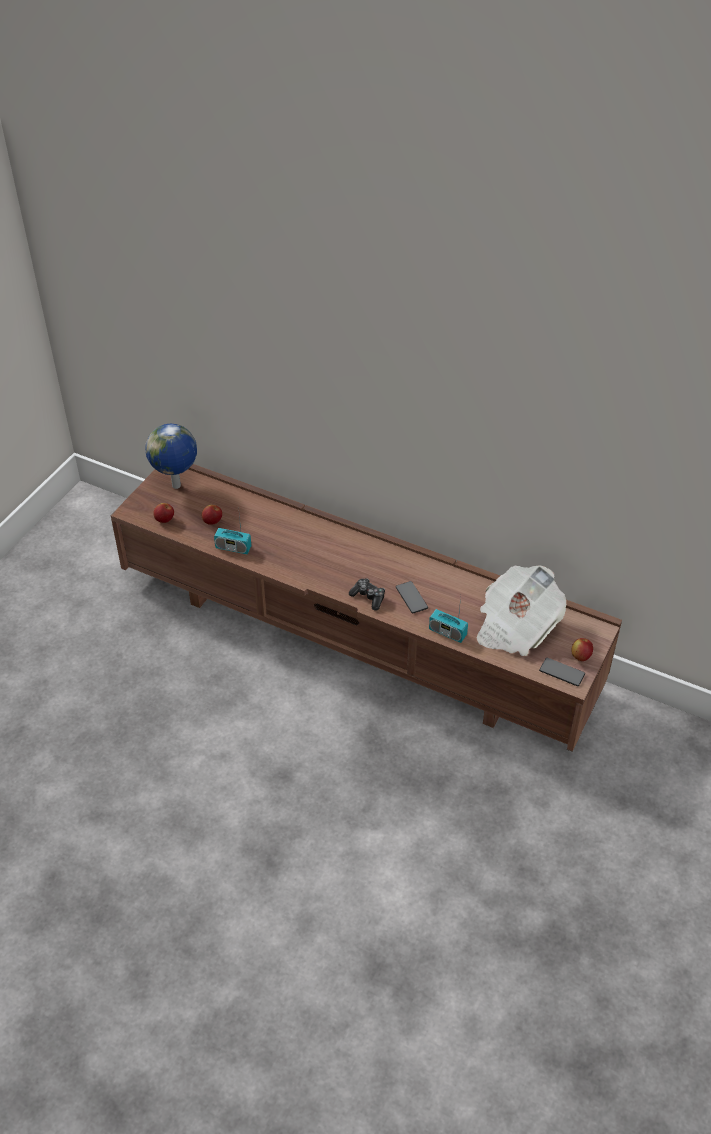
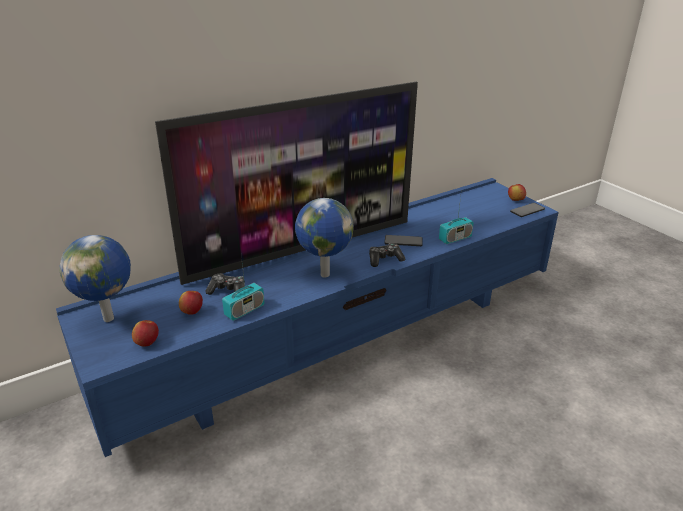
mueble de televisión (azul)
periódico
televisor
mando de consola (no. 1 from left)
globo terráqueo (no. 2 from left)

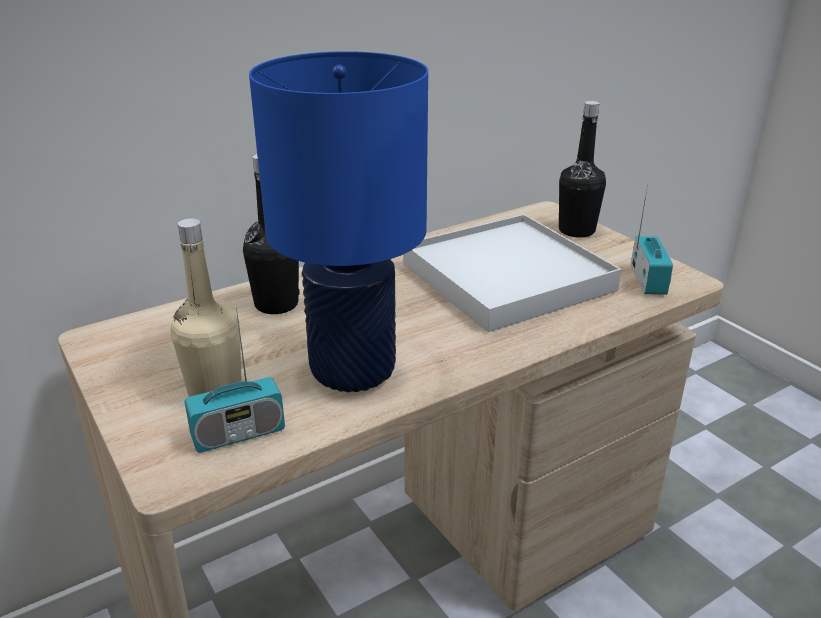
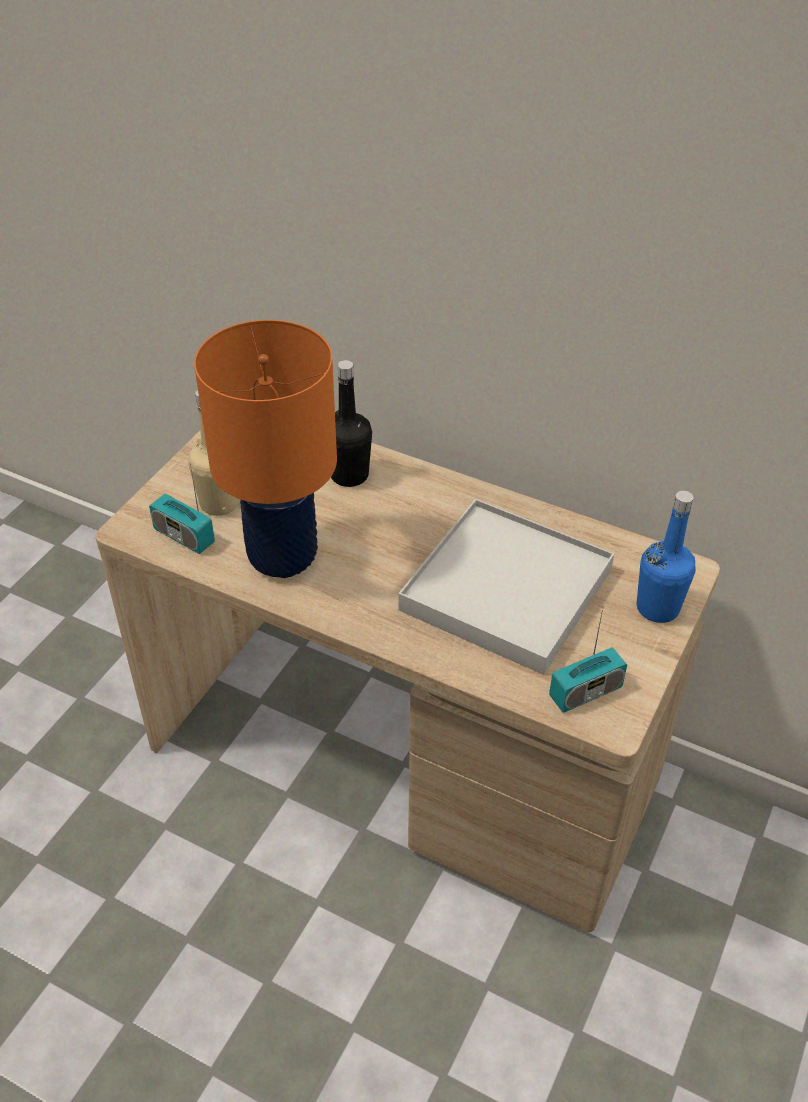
lámpara de mesa (naranja)
botella (azul)

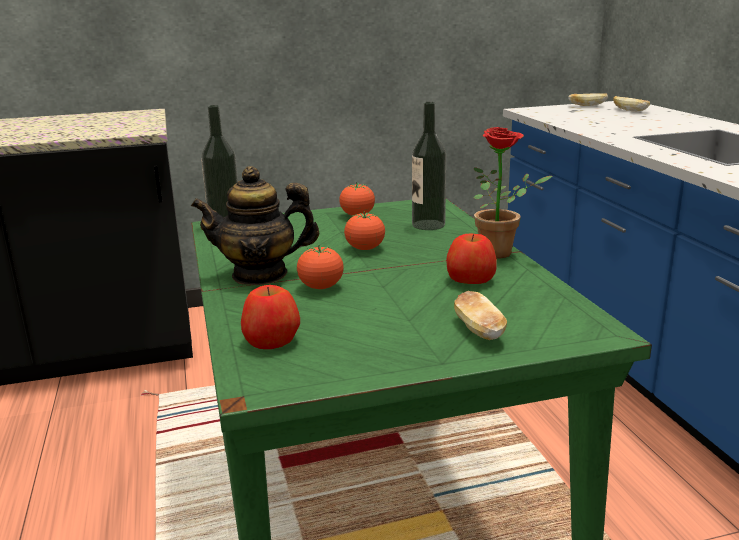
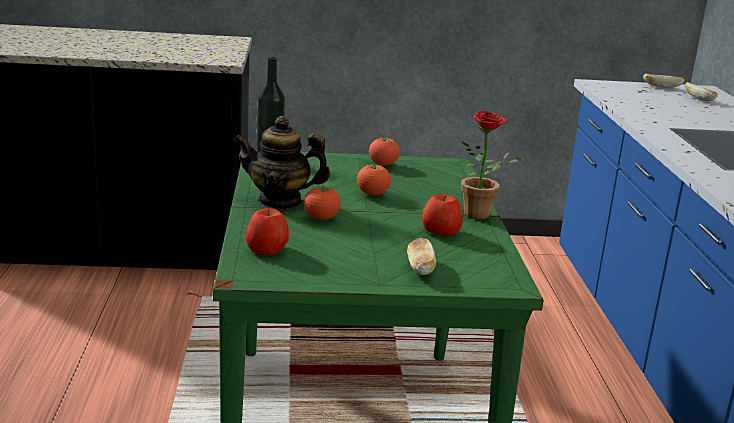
botella (no. 2 from left in the first image)

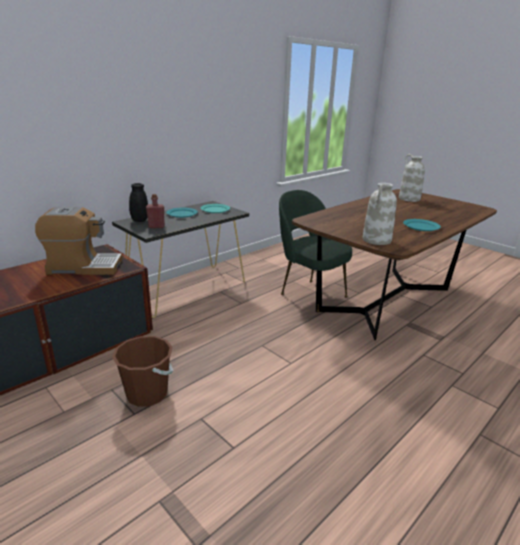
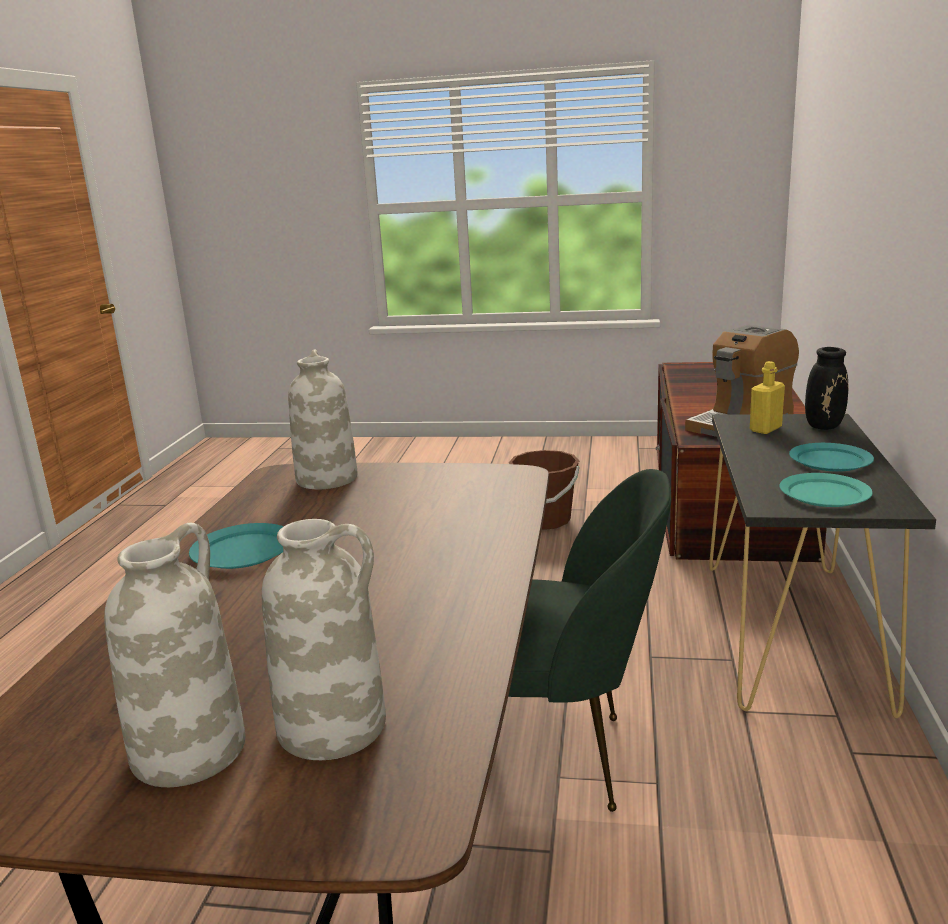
botella (amarillo)
florero (blanco) (no. 1 from left)

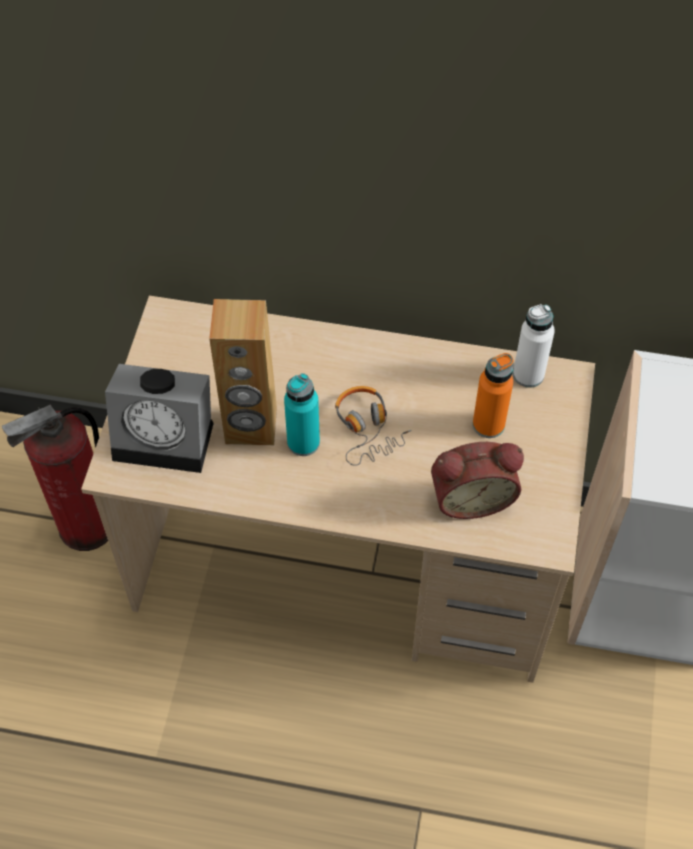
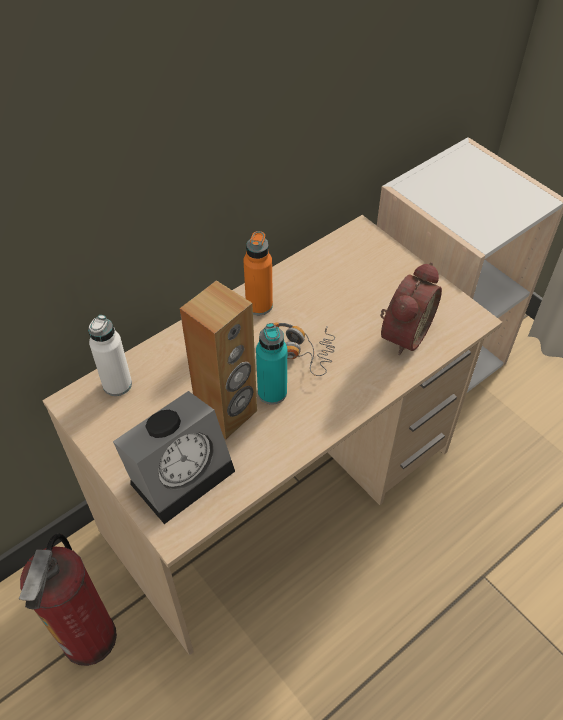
botella (naranja)
botella (blanco)

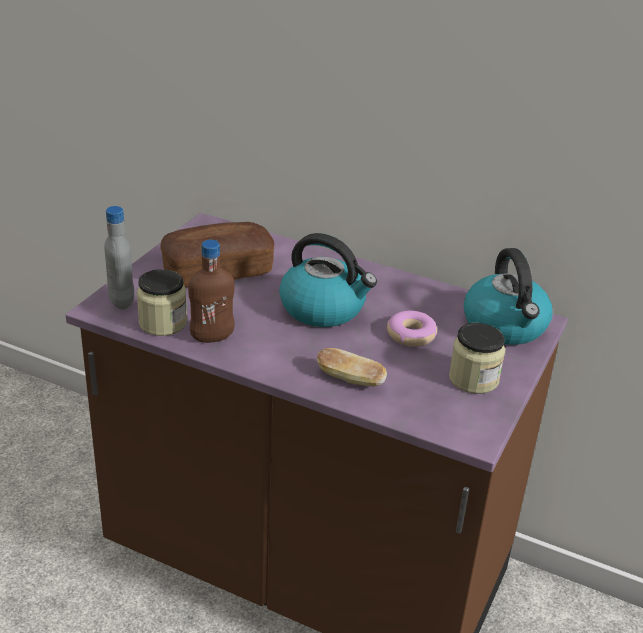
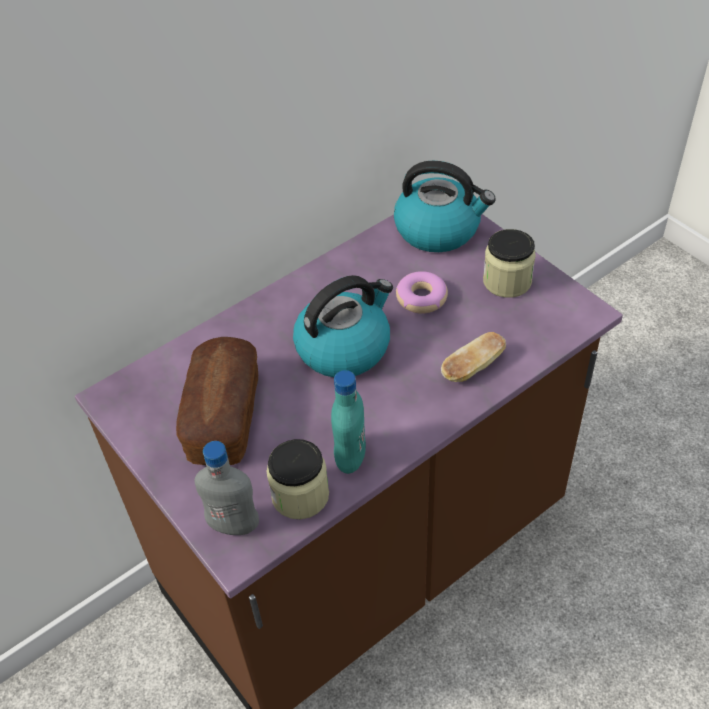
botella (turquesa)

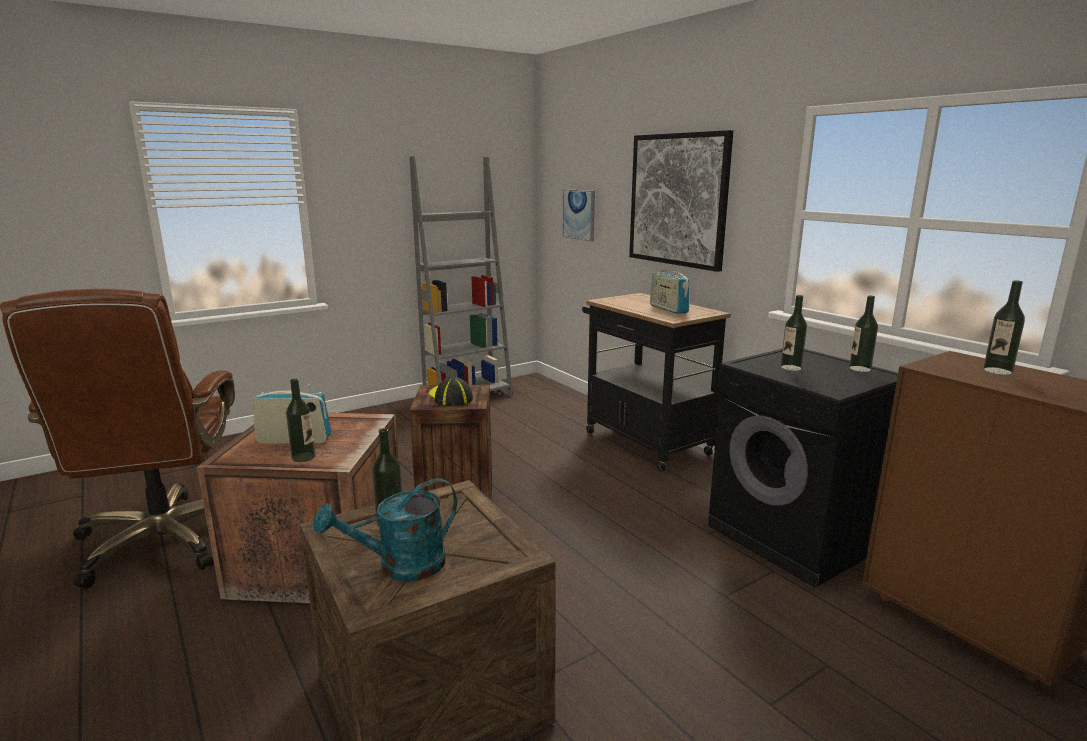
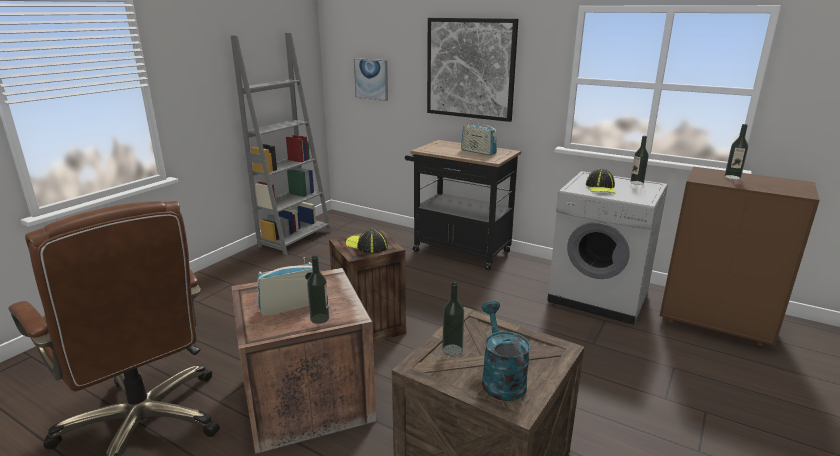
regadera (turquesa)
lavadora (blanco)
gorra (no. 2 from left)

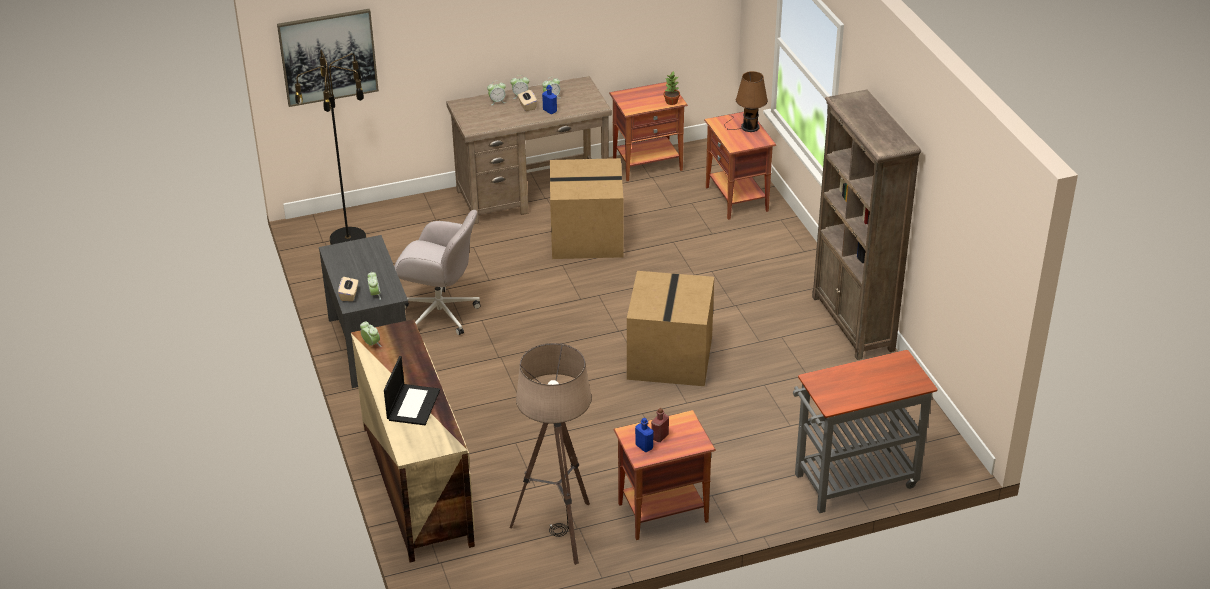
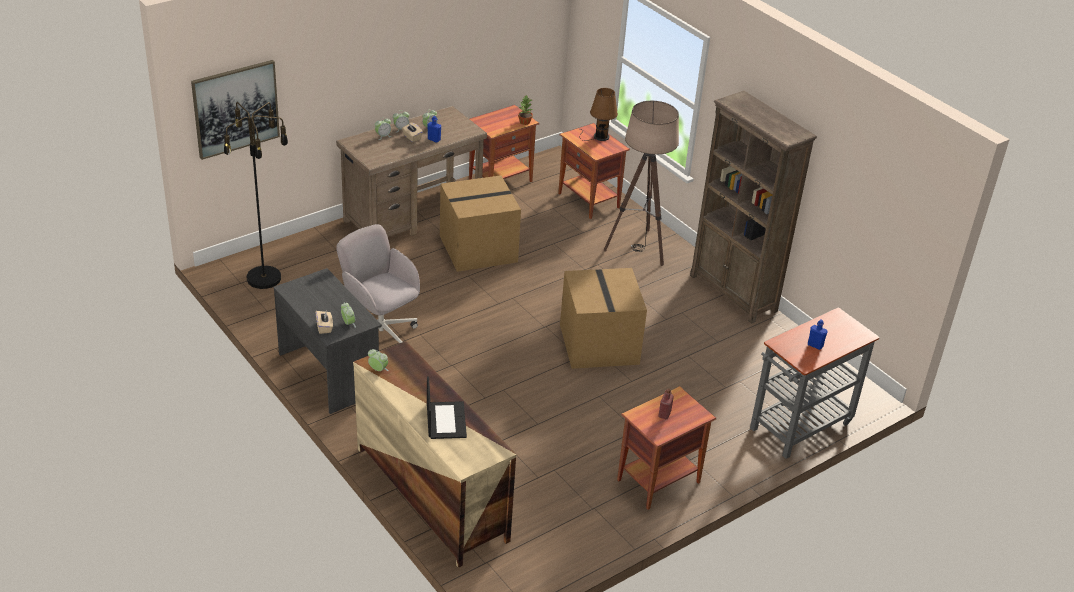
silla de oficina (gris)
lámpara de pie (no. 2 from left)
botella (azul) (no. 2 from left)

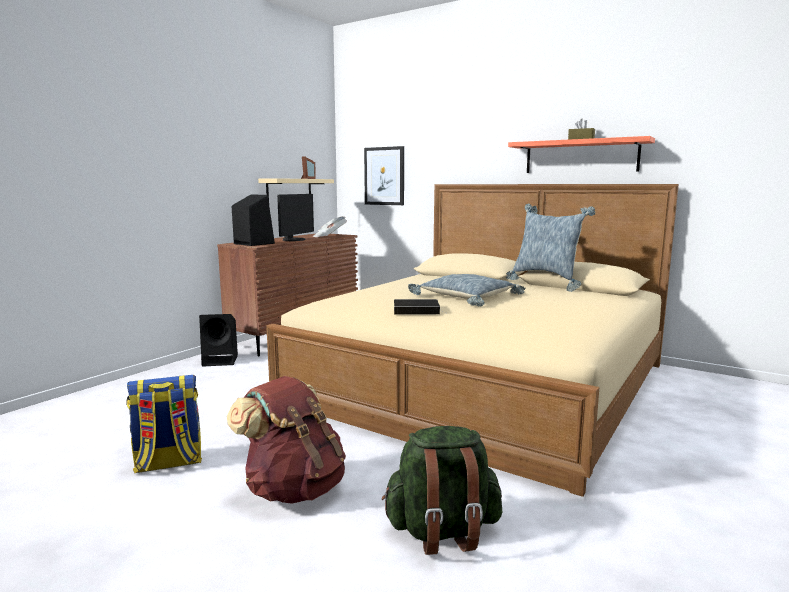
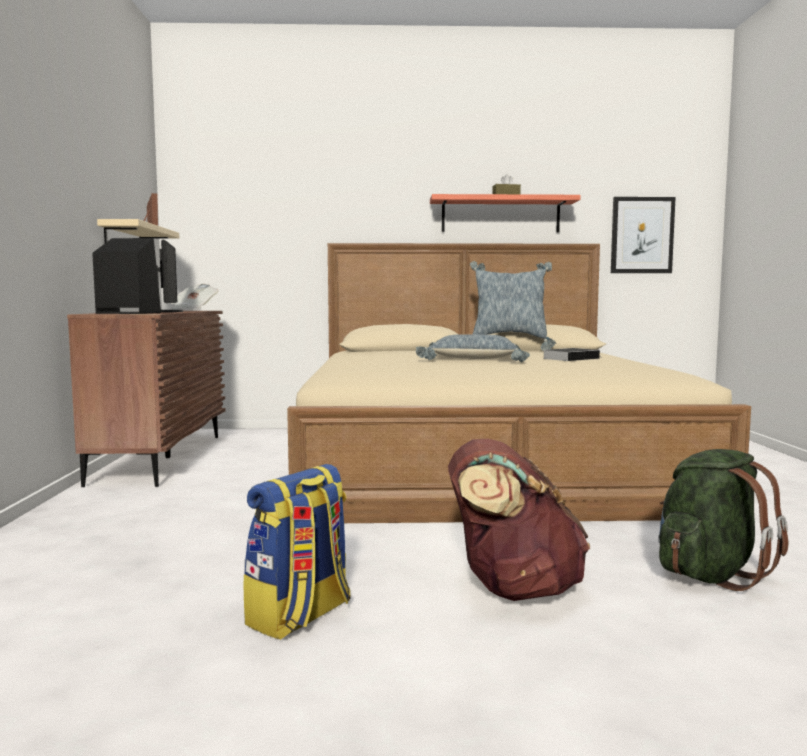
altavoz (negro) (no. 1 from left in the first image)
cuadro
libro

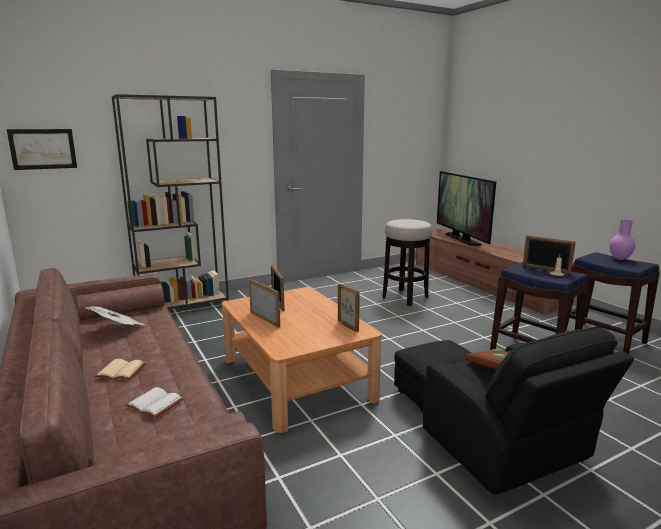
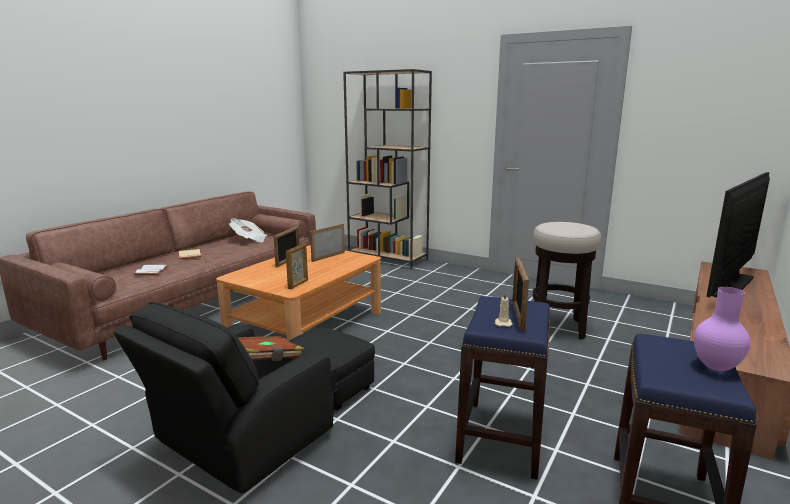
cuadro

